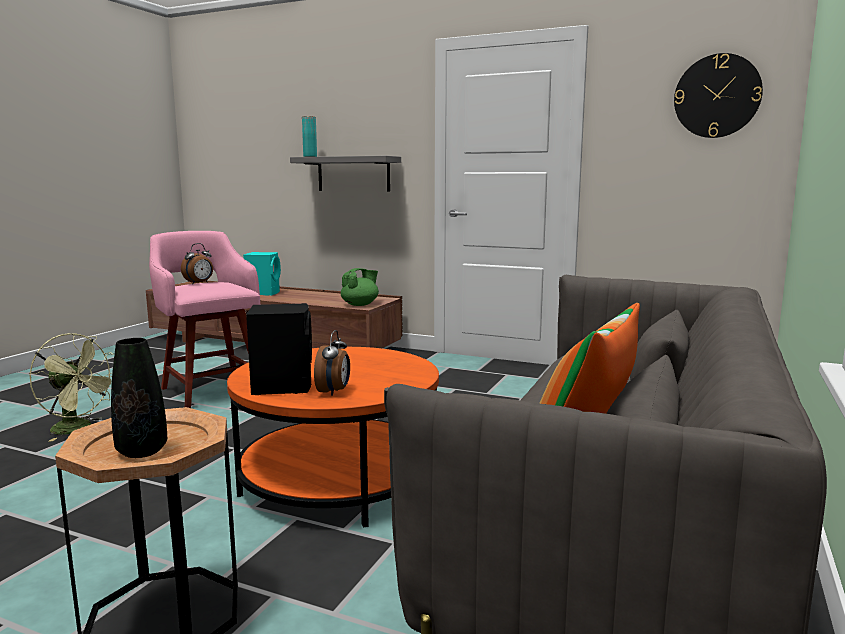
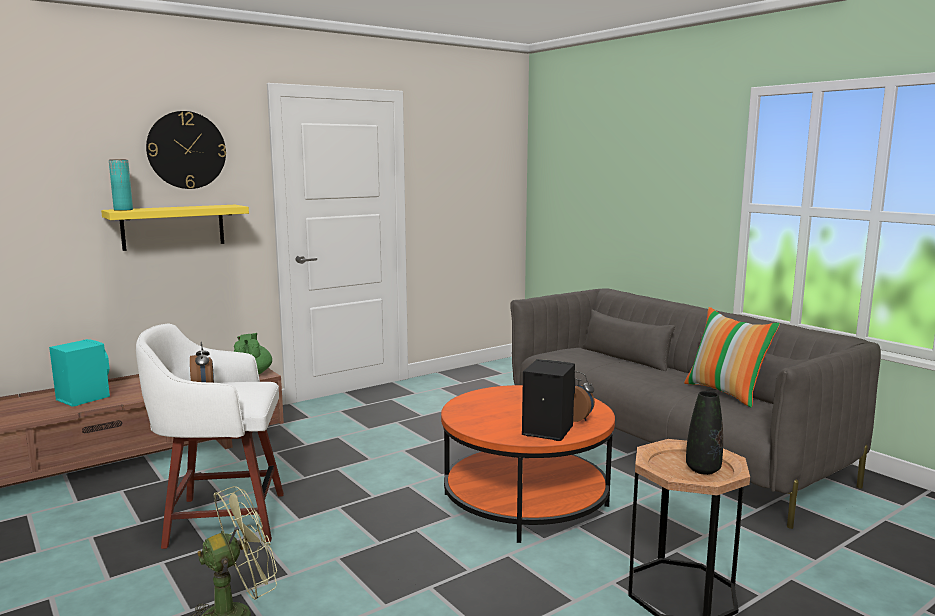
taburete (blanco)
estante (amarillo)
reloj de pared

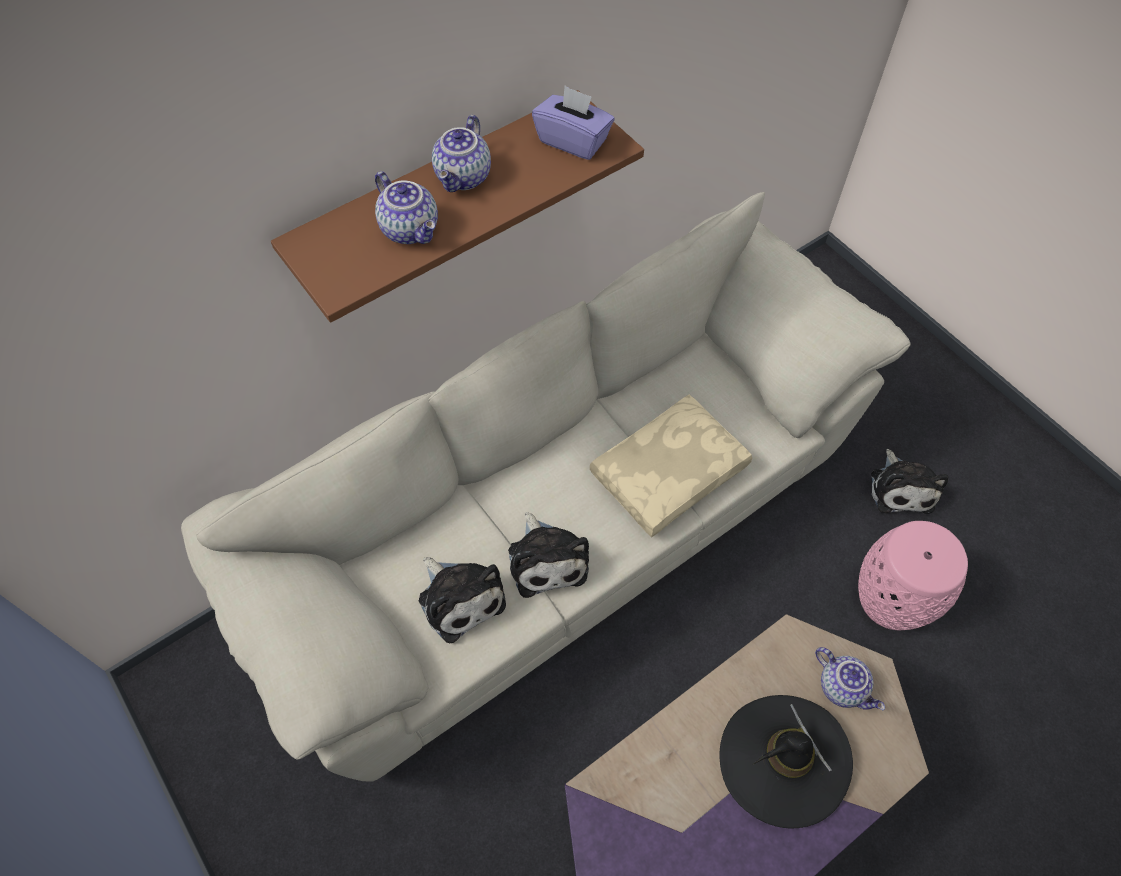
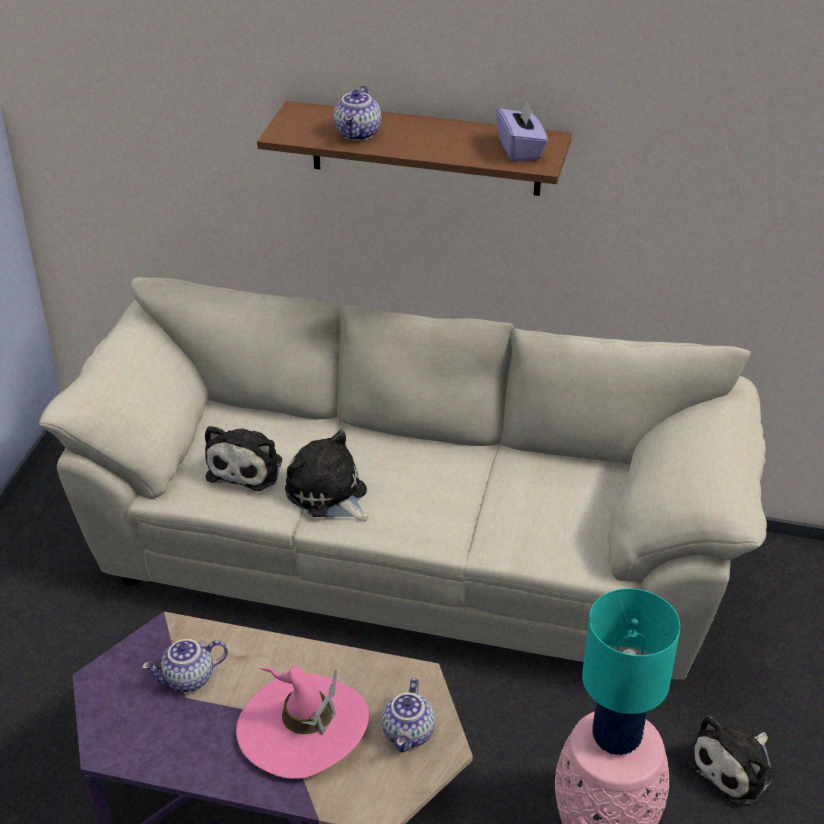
tetera (no. 1 from left)
peluche (no. 2 from left)
cojín (beis)
sombrero (rosa)
lámpara de mesa (turquesa)

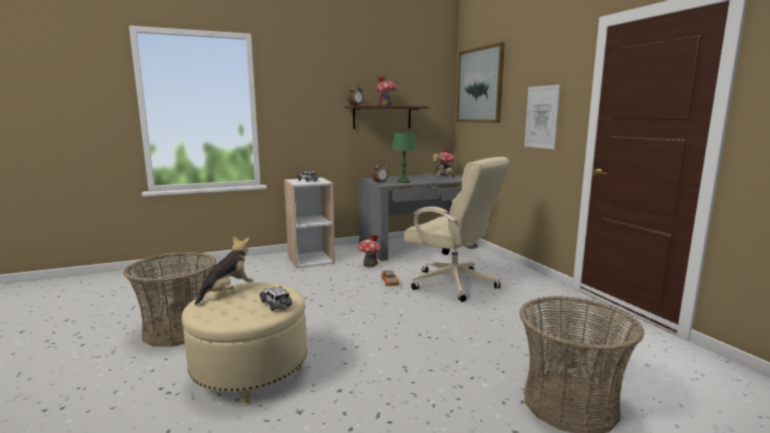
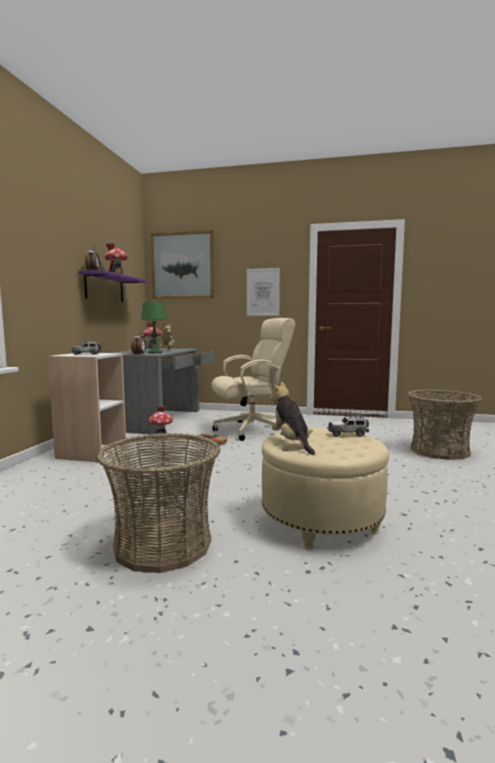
estante (morado)

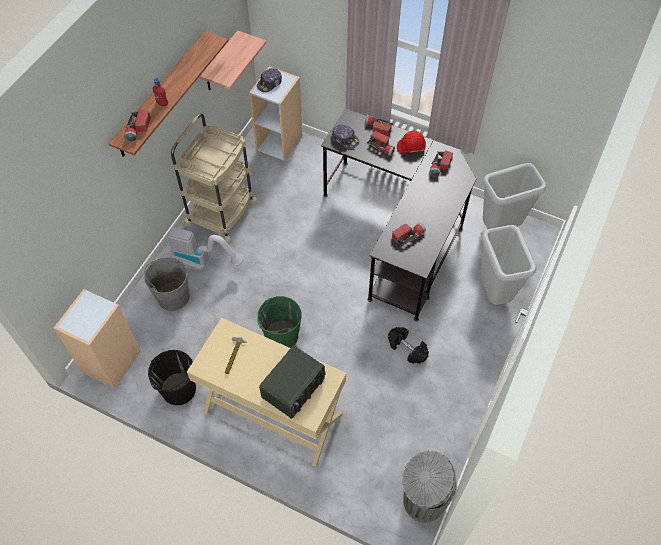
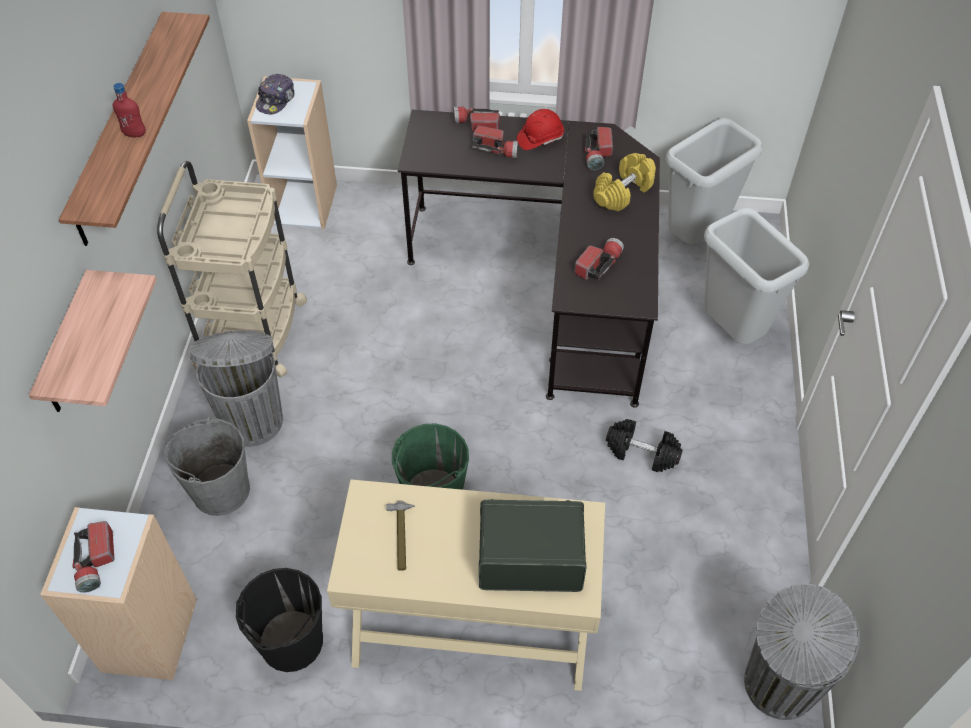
linterna (no. 1 from left)
papelera (gris) (no. 1 from left)
estante (no. 1 from left)
radio
gorra (no. 2 from left in the first image)
mancuerna (amarillo)

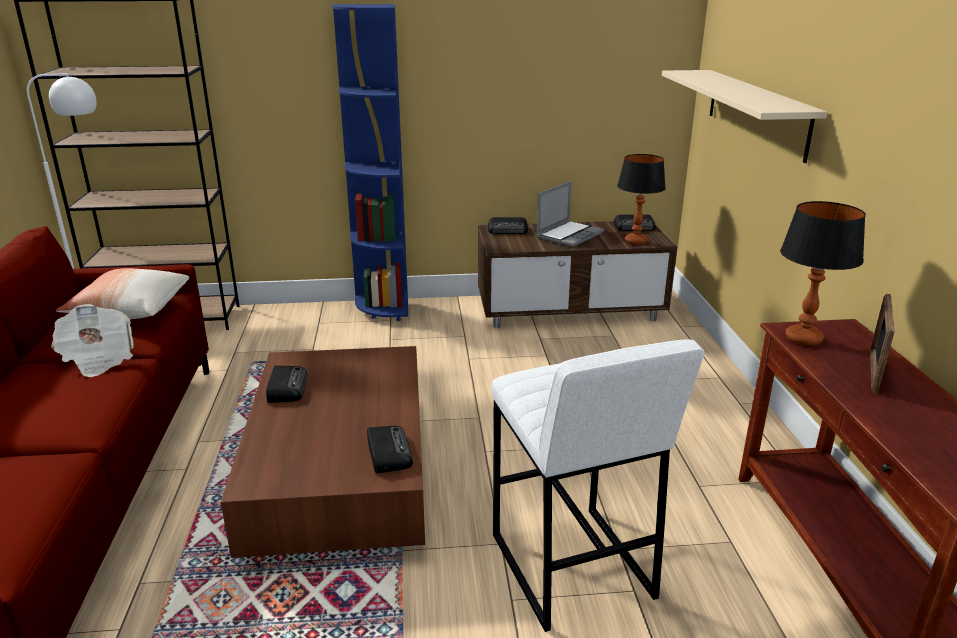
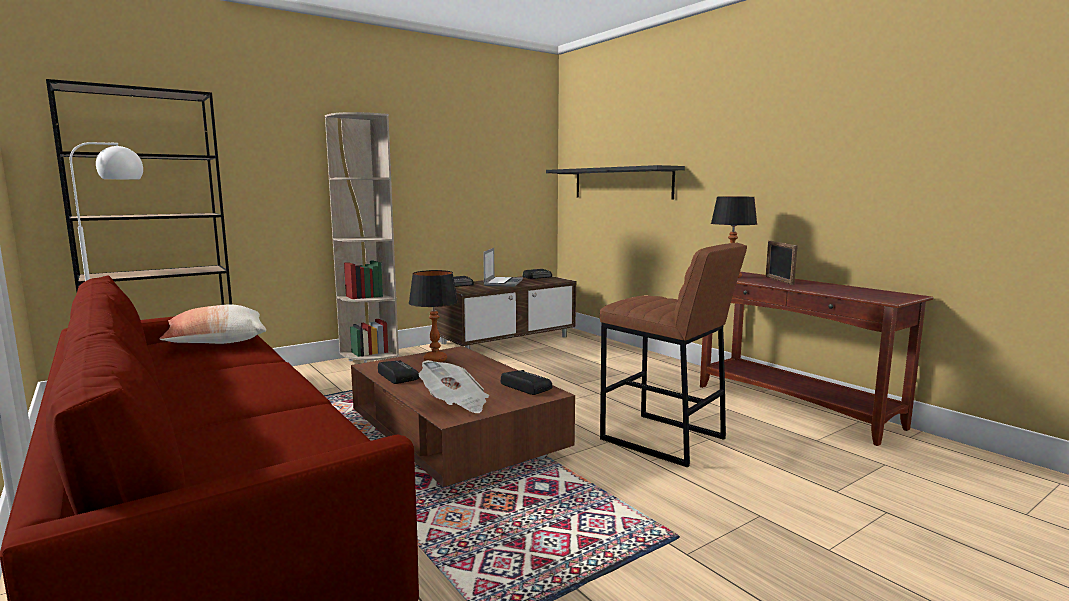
periódico
estantería (beis) (no. 2 from left)
taburete (marrón)
lámpara de mesa (no. 1 from left)
estante (negro)

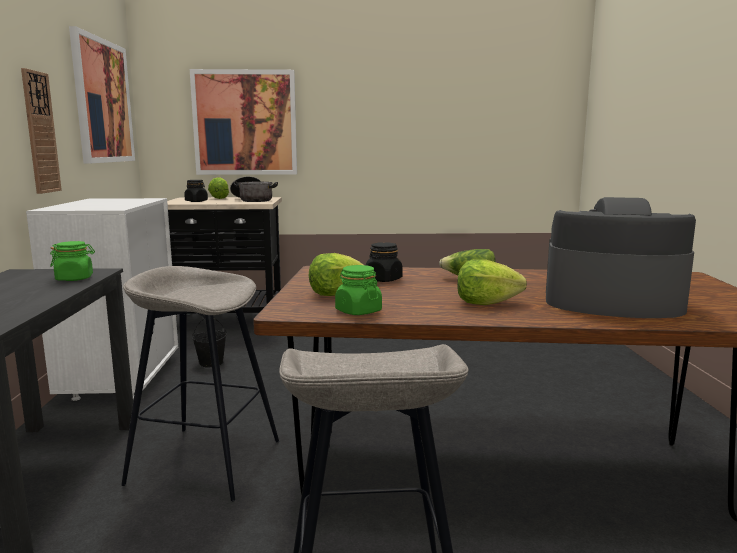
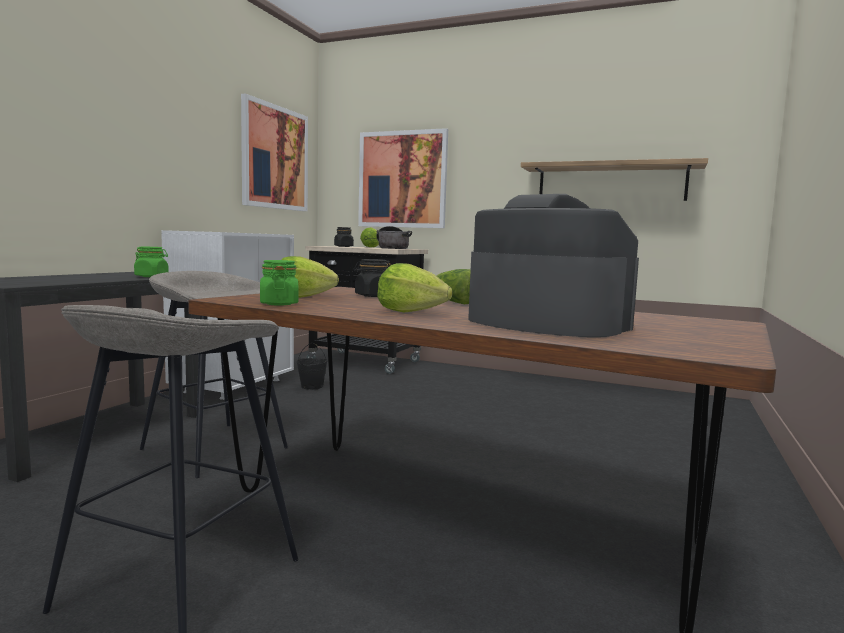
reloj de pared
estante

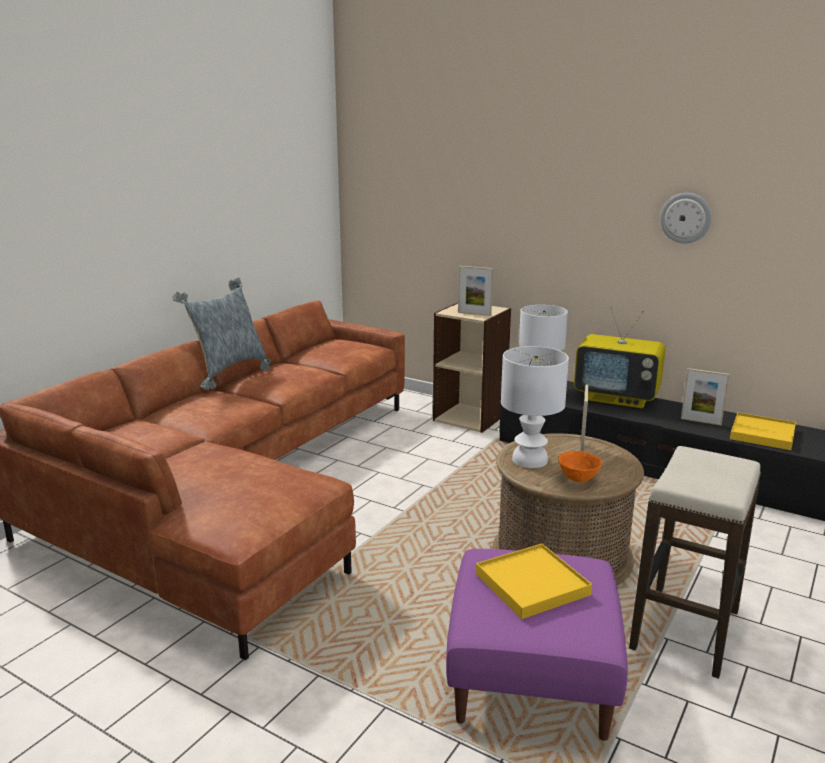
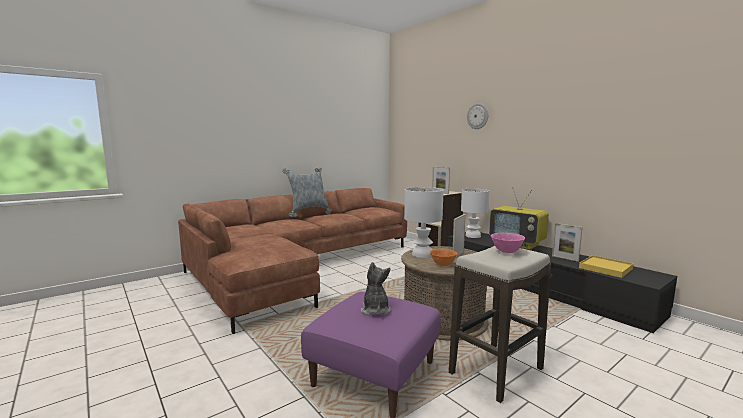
peluche
reloj de pared
cuenco (rosa)

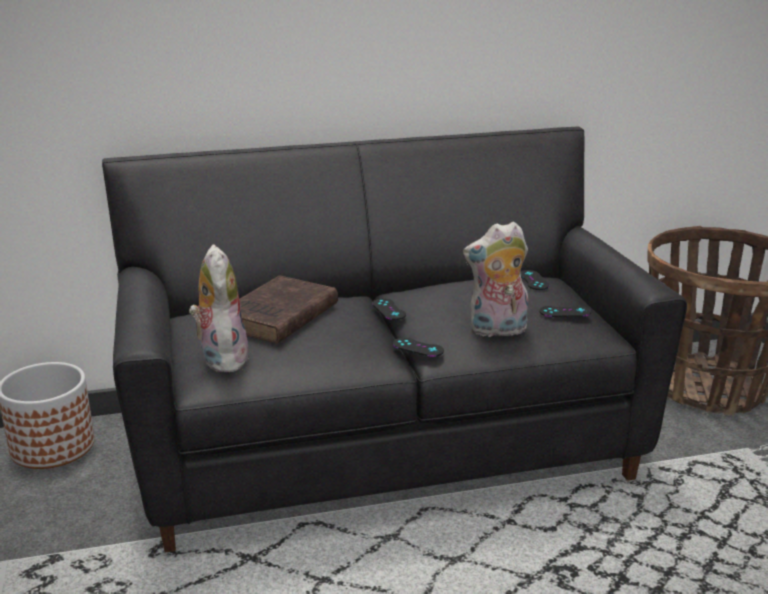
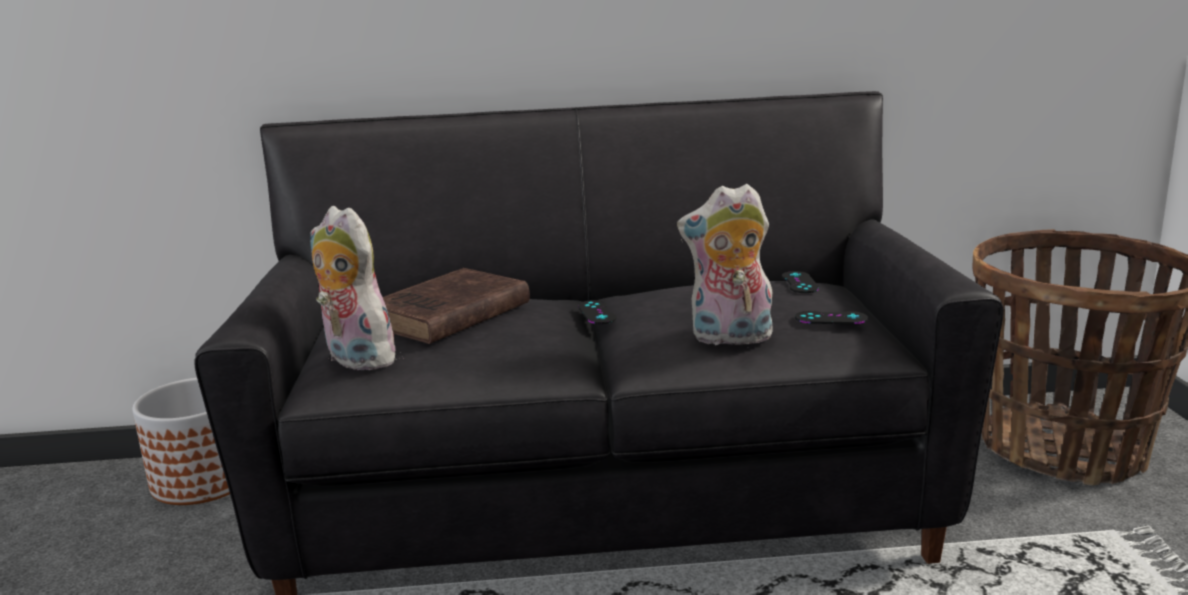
peluche (no. 1 from left)
mando de consola (negro) (no. 2 from left in the first image)

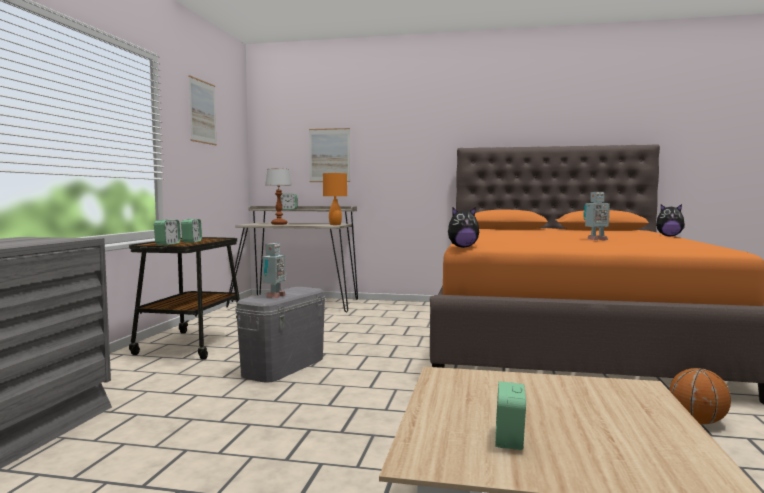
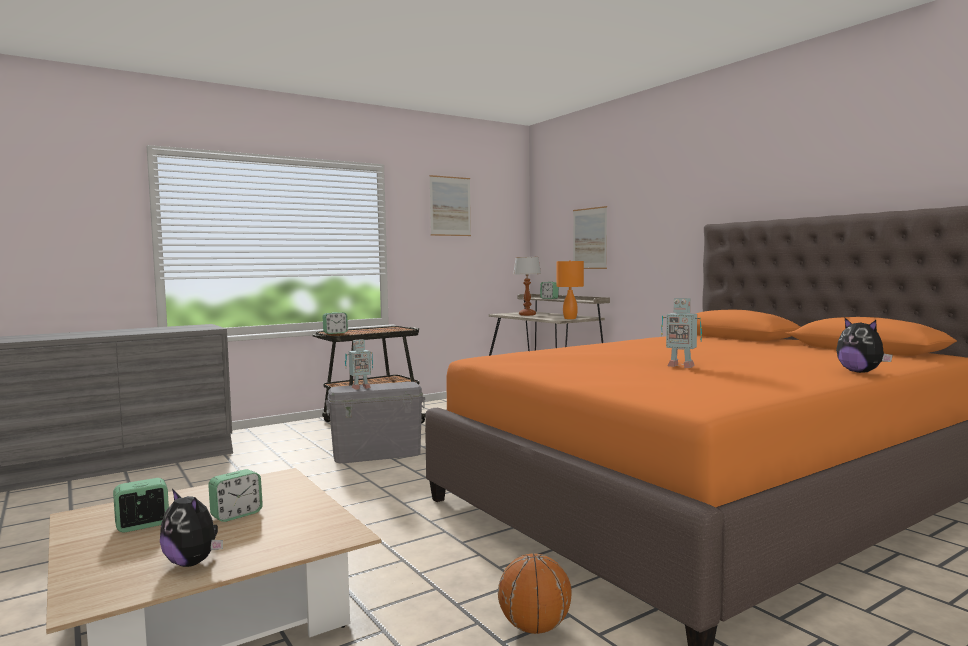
despertador (no. 2 from left)
peluche (no. 1 from left)

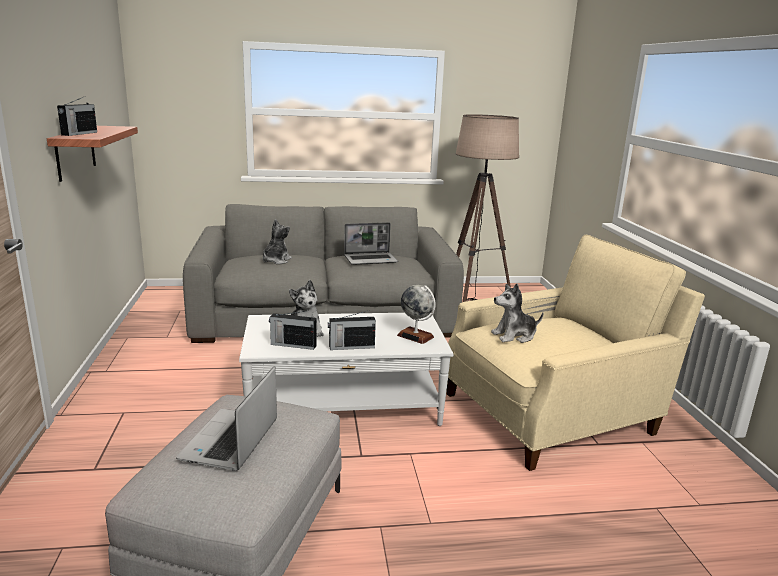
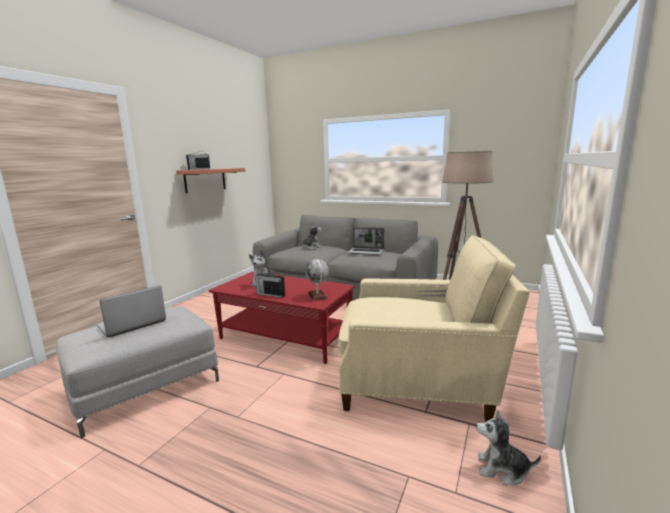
mesa de centro (rojo)
radio (no. 2 from left in the first image)
peluche (no. 3 from left)

